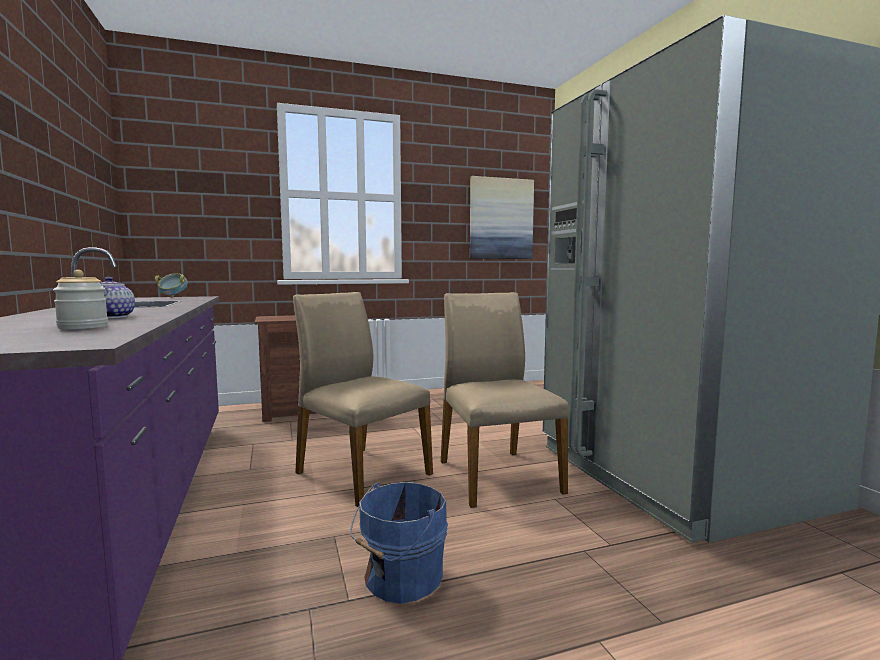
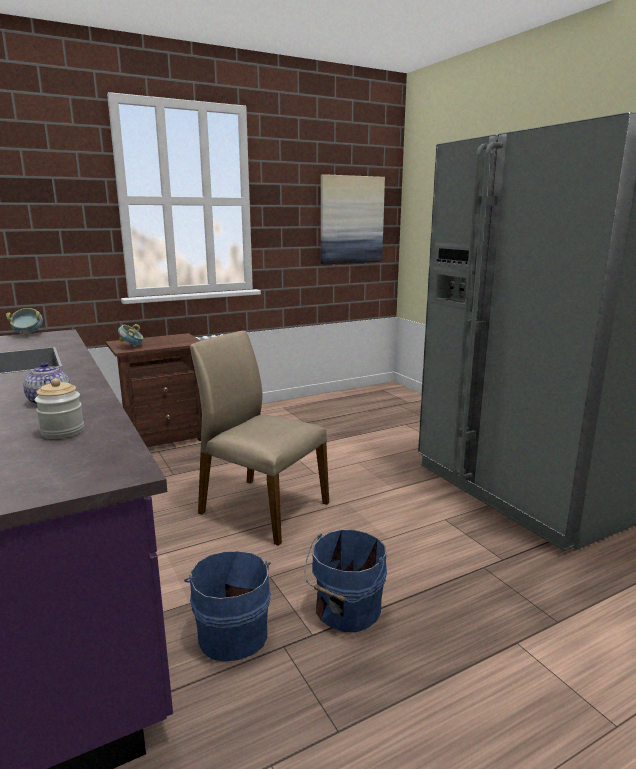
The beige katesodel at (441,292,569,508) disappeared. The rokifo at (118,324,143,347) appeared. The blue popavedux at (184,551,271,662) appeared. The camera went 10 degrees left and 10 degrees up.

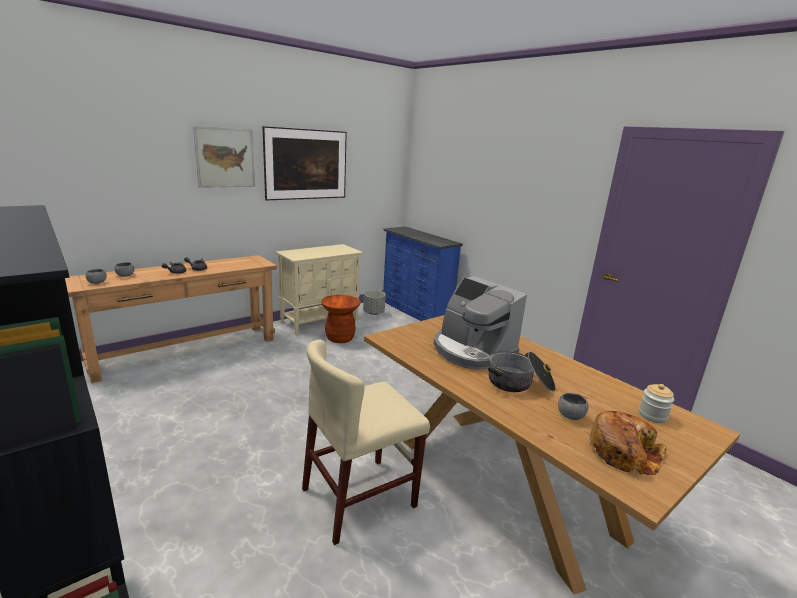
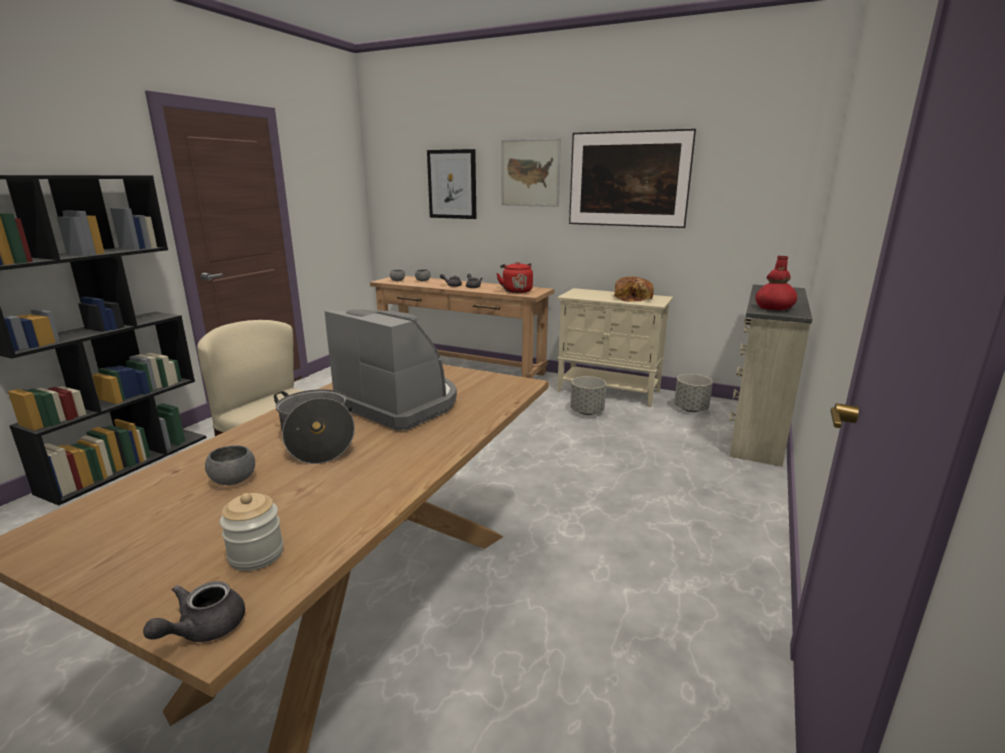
The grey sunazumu at (143,581,245,642) appeared. The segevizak at (427,149,476,219) appeared. The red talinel at (496,262,533,293) appeared. The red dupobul at (755,256,797,311) appeared. The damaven moved from (589,411,667,475) to (614,277,654,302). The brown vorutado at (321,295,361,343) was replaced by the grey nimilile at (570,376,606,415). The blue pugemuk at (383,227,463,321) became the beige pugemuk at (729,284,812,467). The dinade at (434,276,527,370) turned 105 degrees clockwise. The camera went 65 degrees right and 0 degrees up.

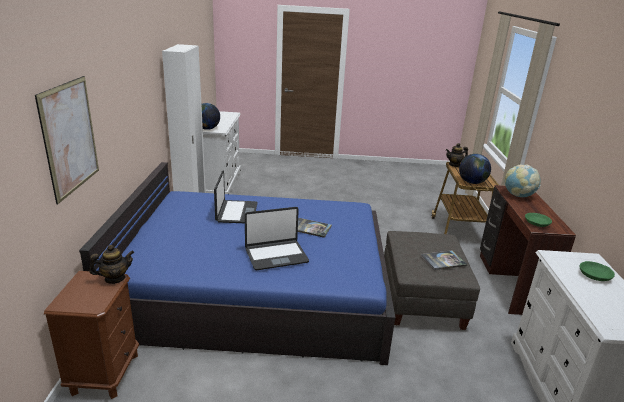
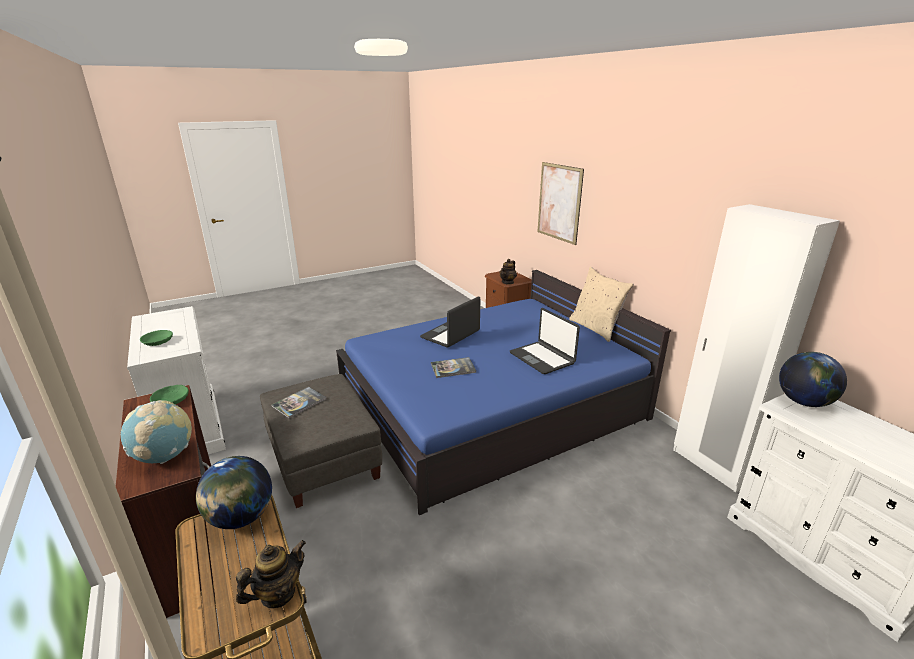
The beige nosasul at (569,267,634,342) appeared. The camera went 150 degrees right and 0 degrees up.

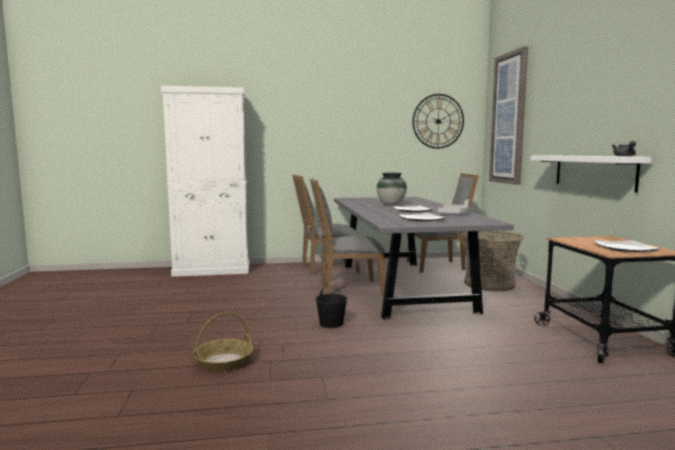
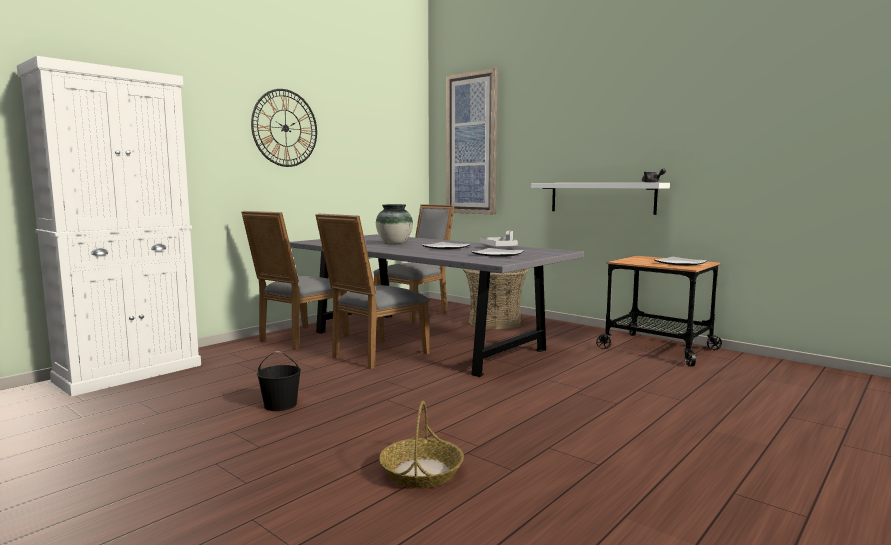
The black popavedux moved from (316,283,347,328) to (257,351,301,411). The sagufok moved from (413,94,464,149) to (251,89,317,167). The camera went 40 degrees left and 0 degrees up.

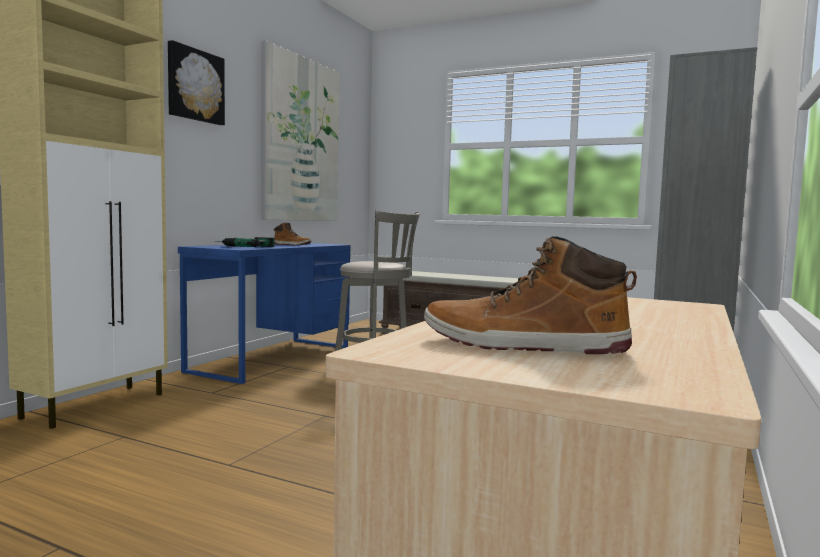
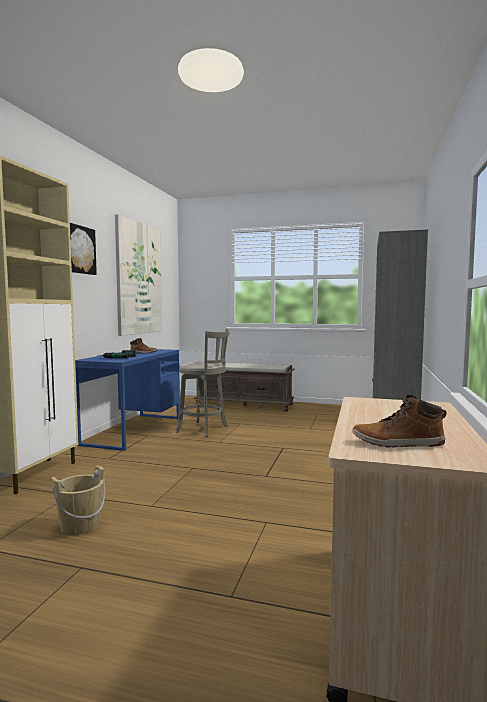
The beige popavedux at (52,465,105,535) appeared. The camera went 10 degrees left and 0 degrees up.

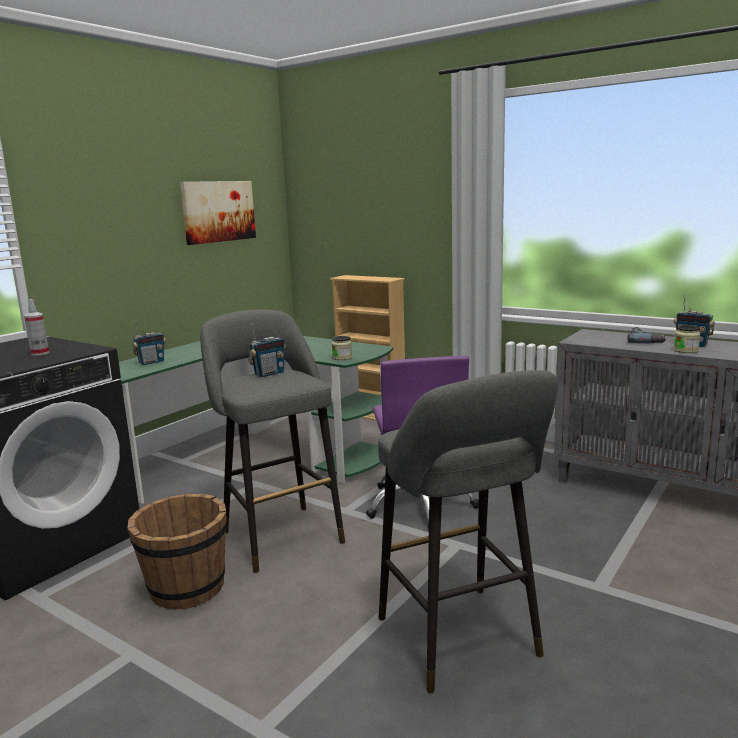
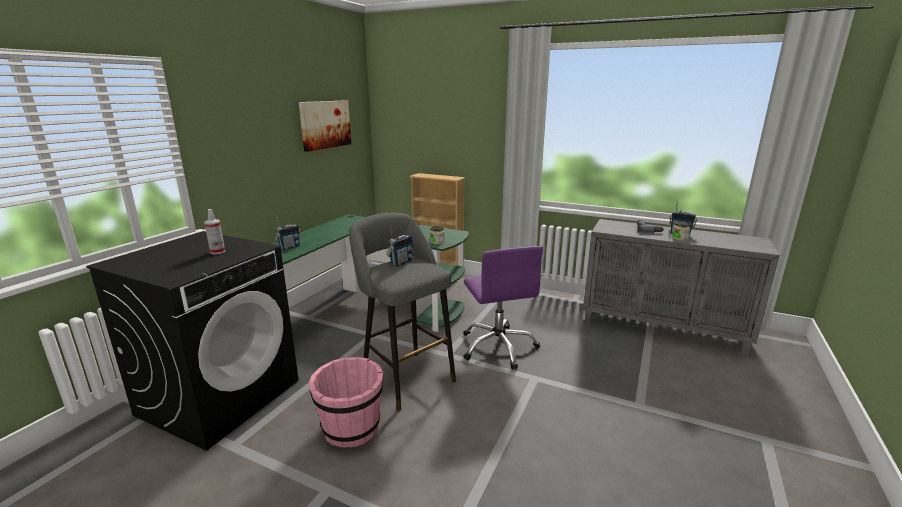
The grey vorutado at (378,370,558,693) disappeared. The brown popavedux at (127,494,227,610) became the pink popavedux at (308,357,383,448). The camera went 10 degrees left and 5 degrees up.

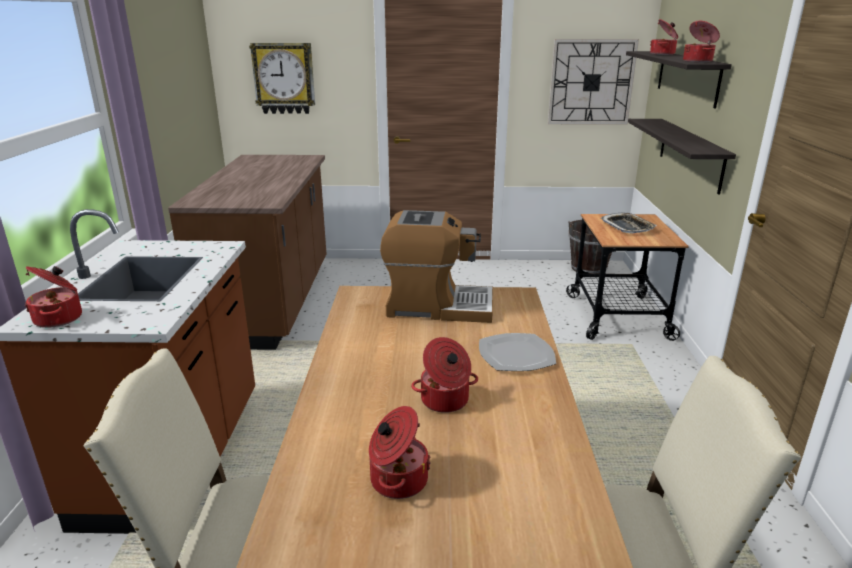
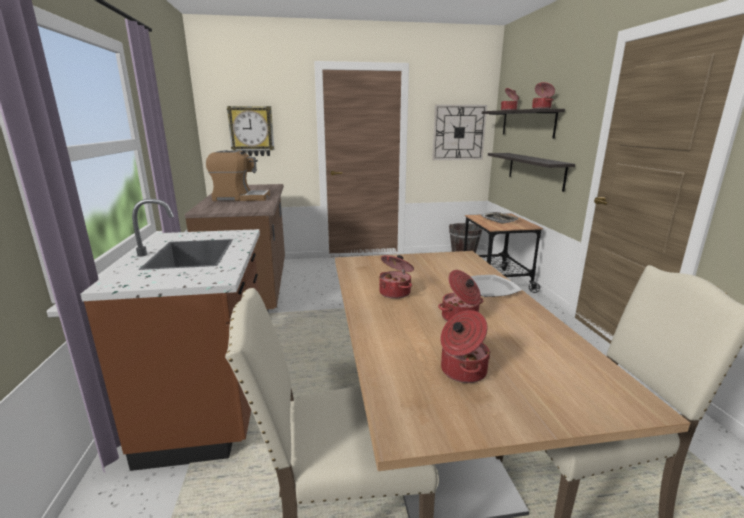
The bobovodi moved from (25,266,82,328) to (379,255,414,299). The dinade moved from (380,210,493,323) to (206,150,270,201). The camera went 10 degrees left and 5 degrees down.

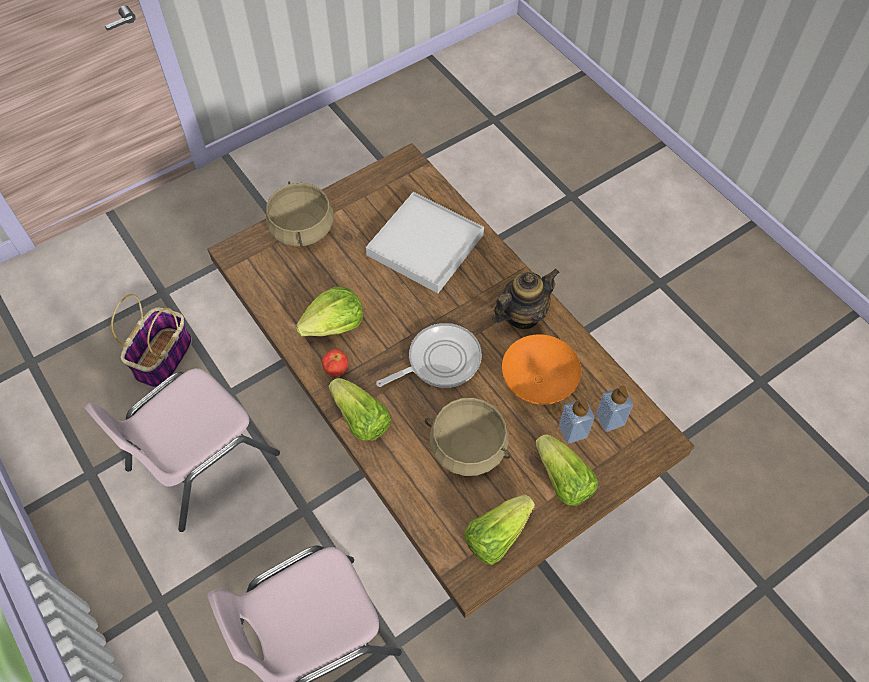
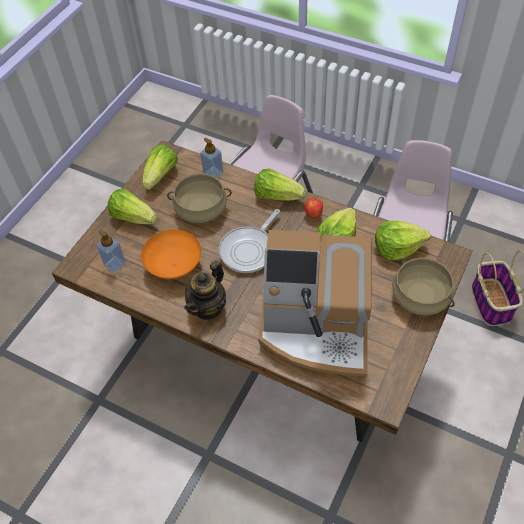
The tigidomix at (375,221,430,261) appeared. The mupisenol moved from (559,398,594,443) to (200,138,223,178). The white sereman at (366,192,484,293) was replaced by the dinade at (258,230,372,378). The camera went 155 degrees right and 5 degrees down.

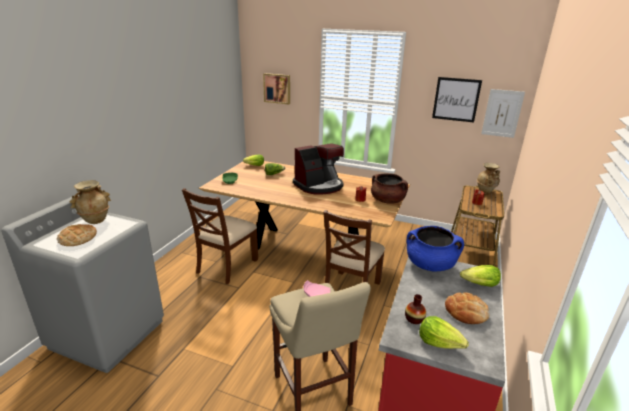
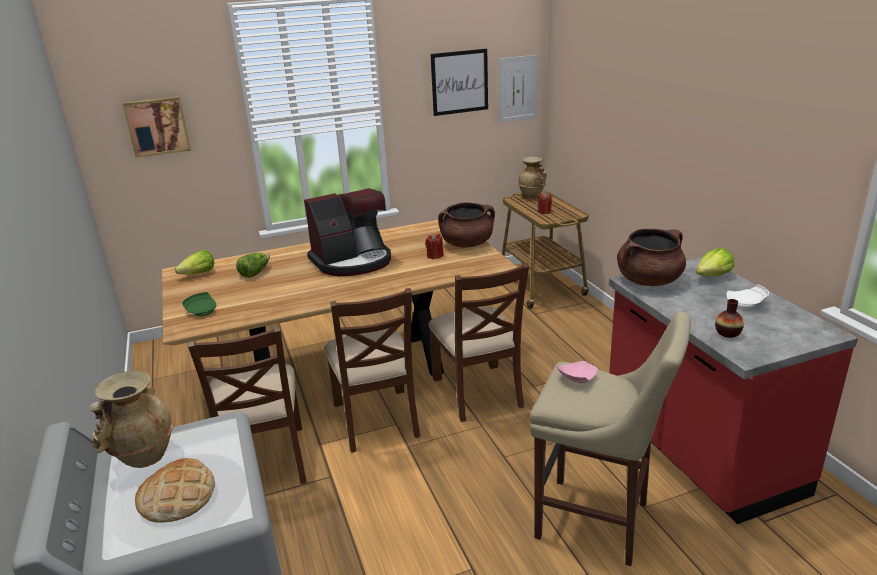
The tigidomix at (419,316,469,349) disappeared. The brown katesodel at (325,288,420,453) appeared. The damaven at (445,292,489,324) was replaced by the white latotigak at (727,285,769,308). The blue bobovodi at (407,226,464,272) became the brown bobovodi at (617,229,686,286). The dinade at (293,143,344,194) turned 45 degrees clockwise. The camera went 40 degrees left and 0 degrees up.

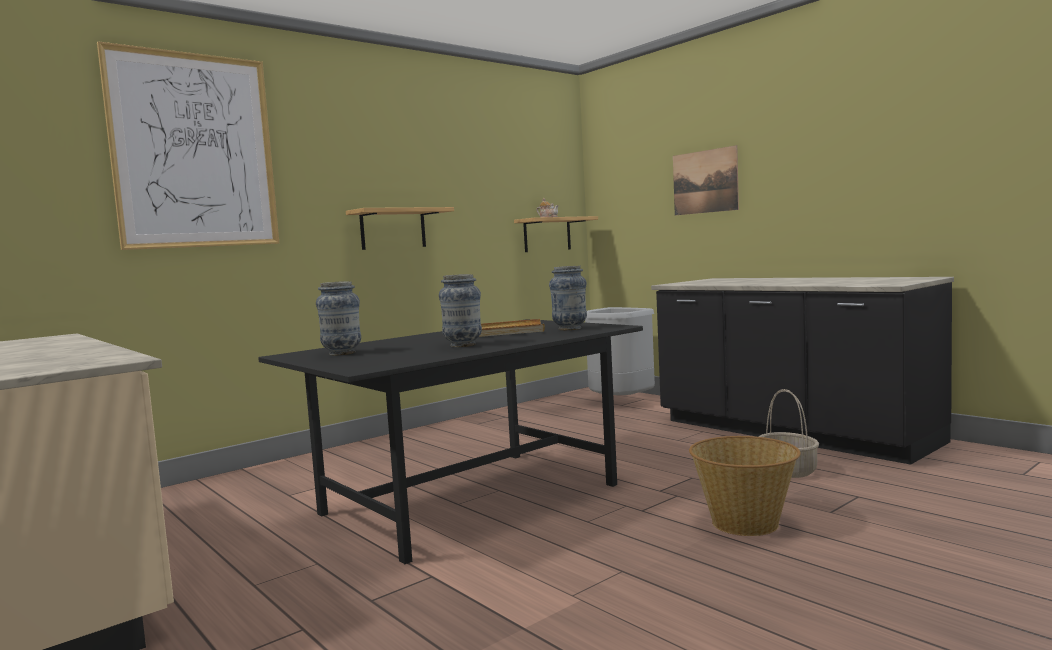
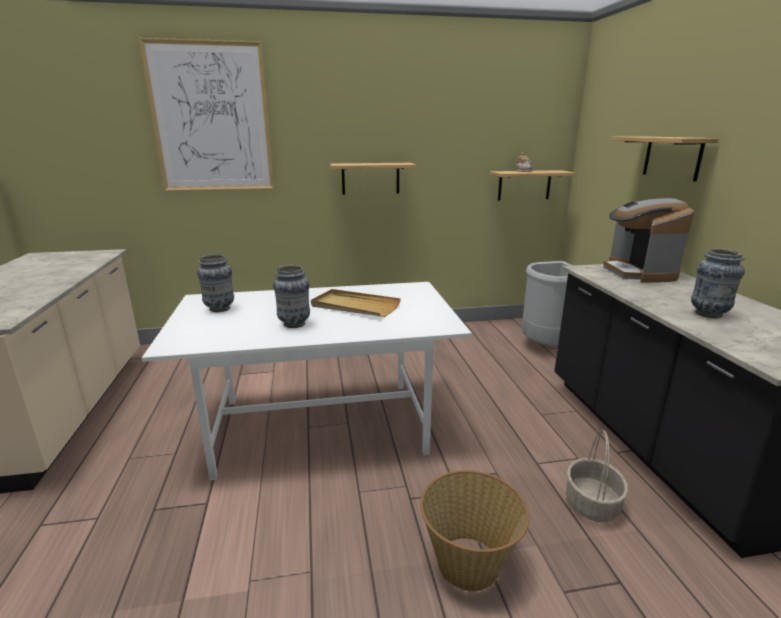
The dinade at (603,198,694,283) appeared. The dupobul moved from (549,266,587,330) to (691,249,745,318). The segevizak at (673,145,739,215) was replaced by the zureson at (610,136,719,182). The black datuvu at (258,319,643,564) became the white datuvu at (142,282,472,481). The camera went 30 degrees right and 15 degrees up.

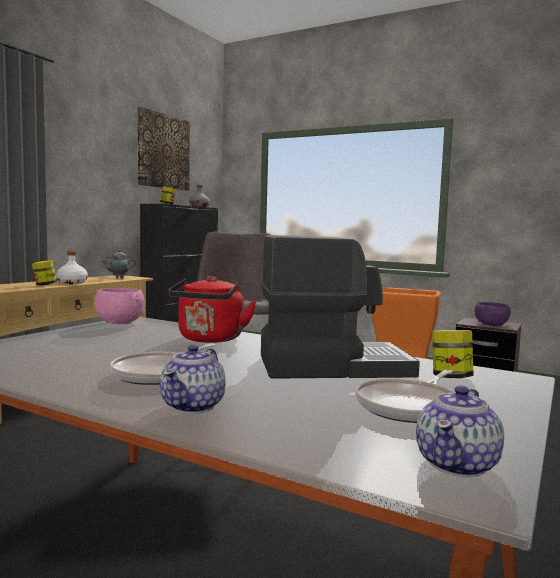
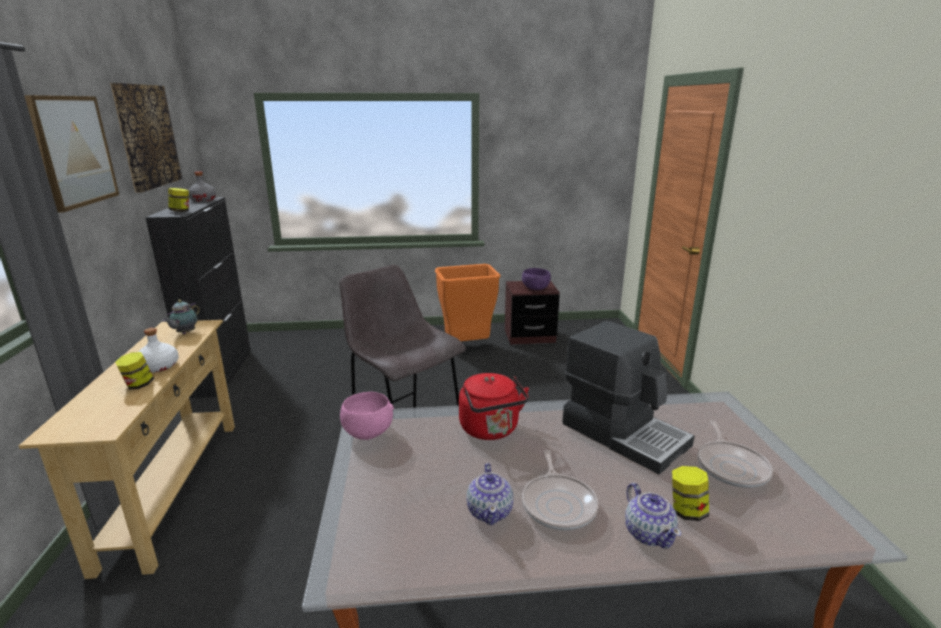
The segevizak at (24,95,119,213) appeared. The sunazumu moved from (416,386,504,477) to (466,463,514,525). The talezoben moved from (432,330,474,378) to (672,466,709,521). The dinade at (261,235,420,379) turned 90 degrees clockwise. The camera went 35 degrees left and 15 degrees up.

